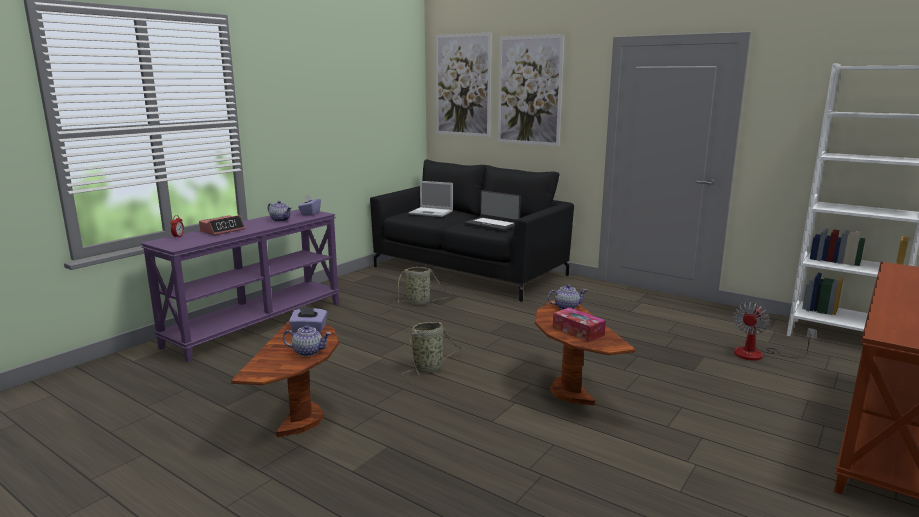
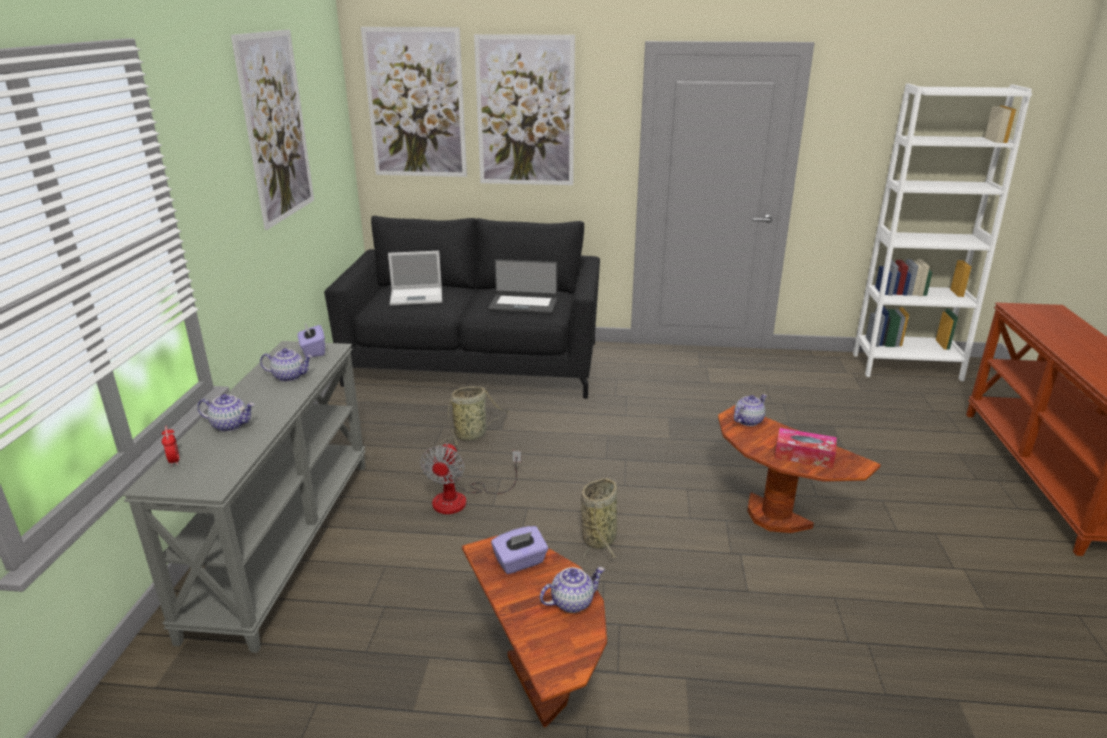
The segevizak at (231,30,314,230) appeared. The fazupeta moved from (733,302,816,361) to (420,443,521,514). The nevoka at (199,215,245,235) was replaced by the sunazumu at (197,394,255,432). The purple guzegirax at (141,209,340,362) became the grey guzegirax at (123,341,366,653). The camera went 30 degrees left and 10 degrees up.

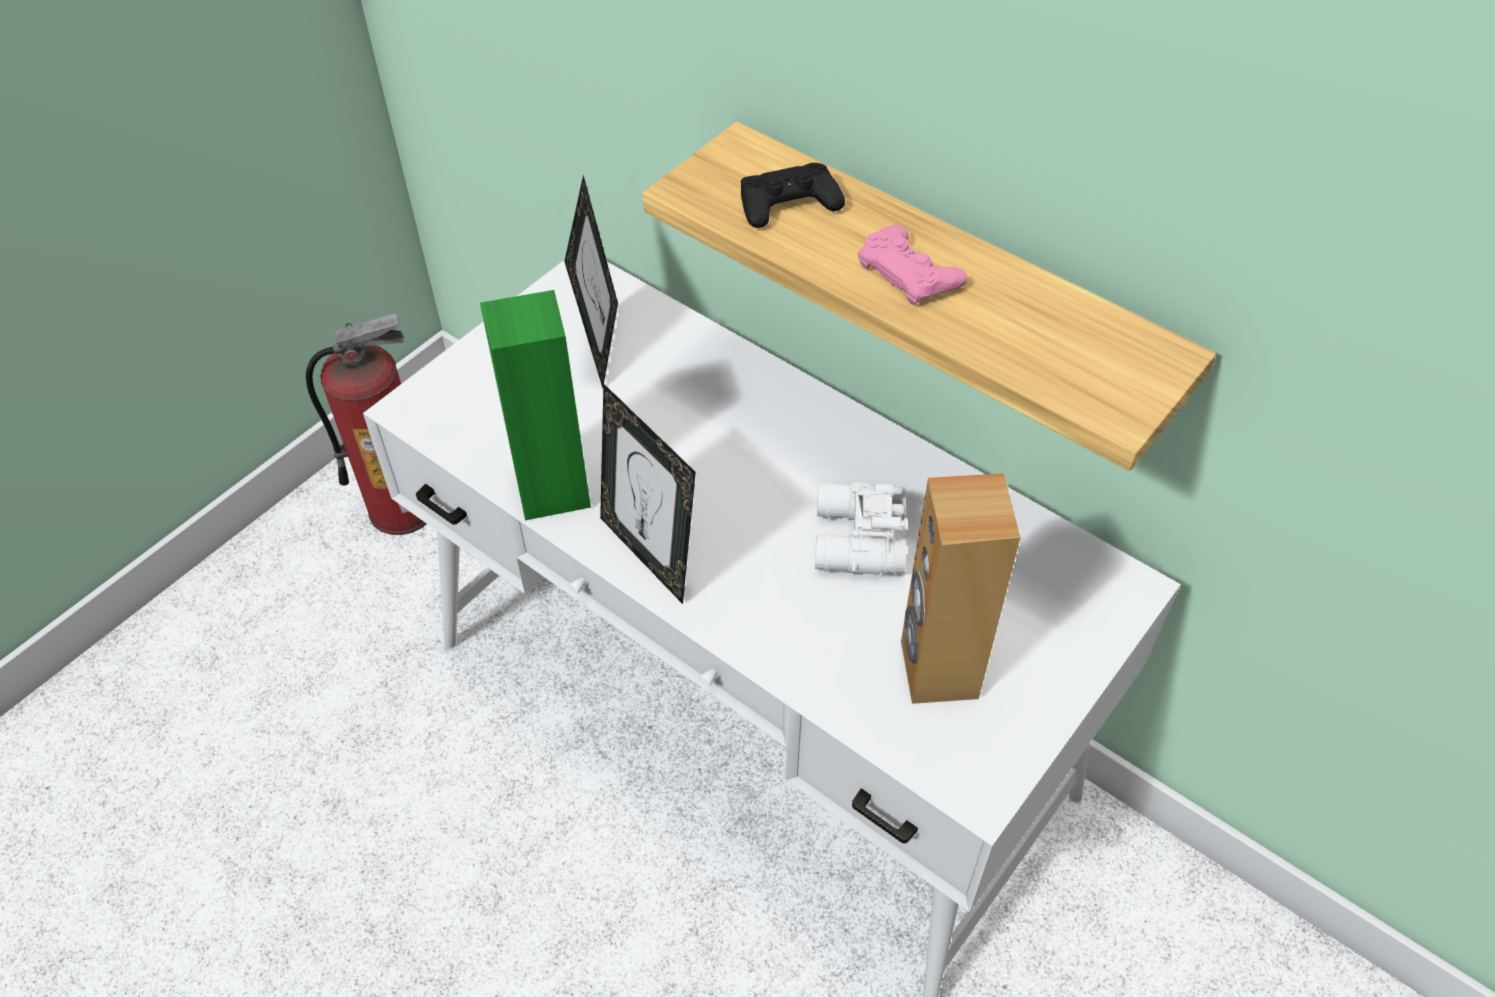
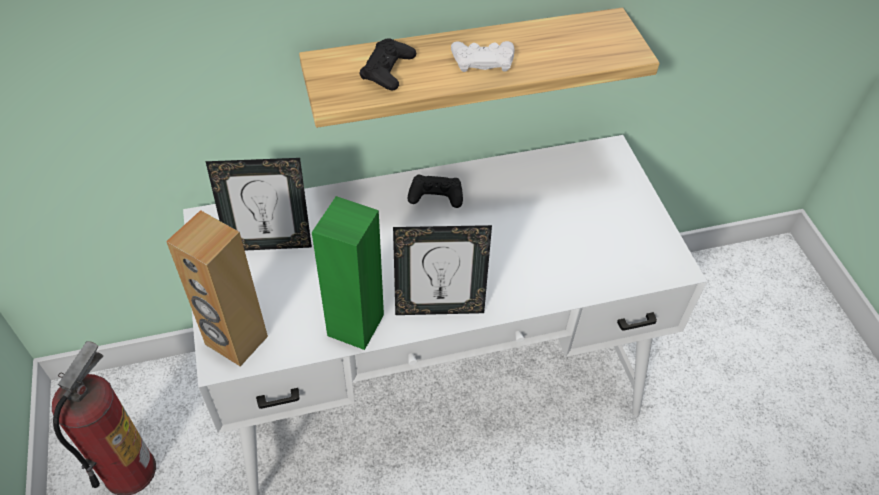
The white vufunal at (815,478,907,575) disappeared. The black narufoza at (408,175,463,208) appeared. The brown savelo moved from (901,473,1021,704) to (166,210,268,366). The pink narufoza at (857,225,968,305) became the white narufoza at (451,41,514,72). The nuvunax at (564,175,618,388) turned 135 degrees clockwise. The camera went 55 degrees left and 0 degrees up.

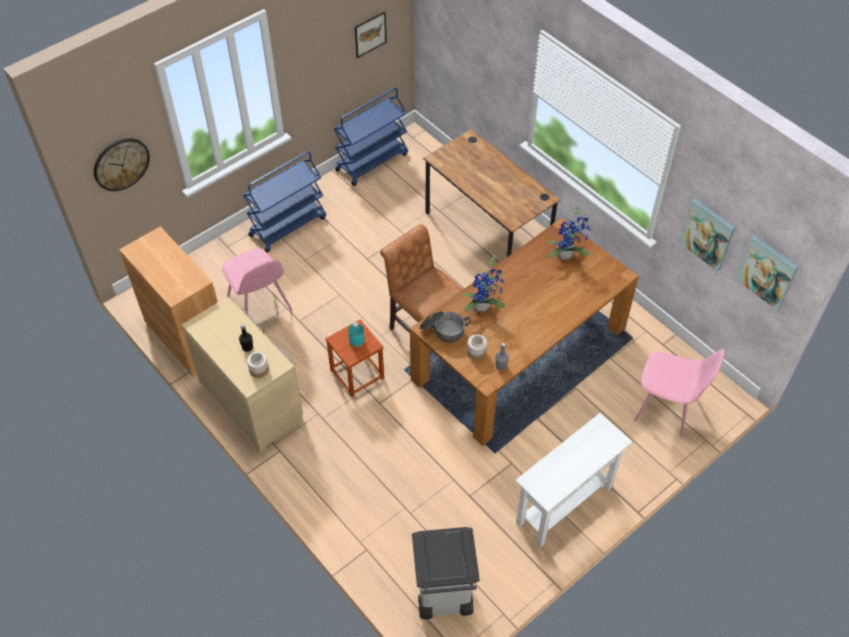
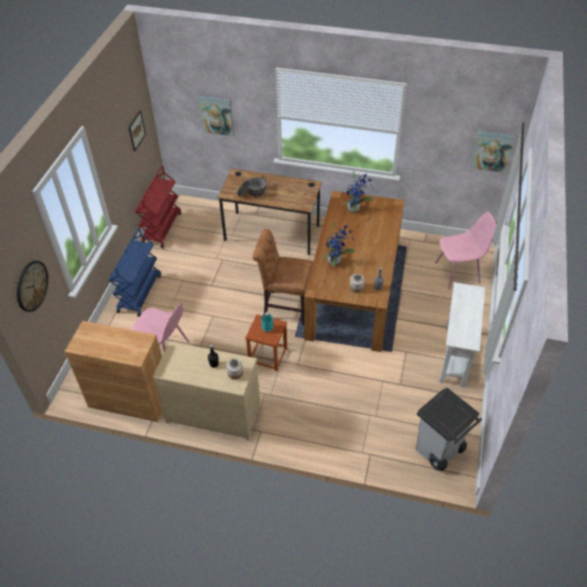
The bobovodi moved from (420,311,471,343) to (237,176,266,197). The segevizak moved from (679,198,735,272) to (198,96,234,136). The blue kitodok at (334,87,408,186) became the red kitodok at (135,166,181,248). The camera went 35 degrees left and 5 degrees down.

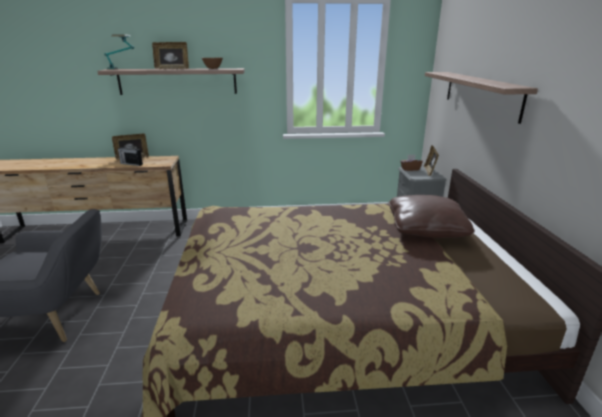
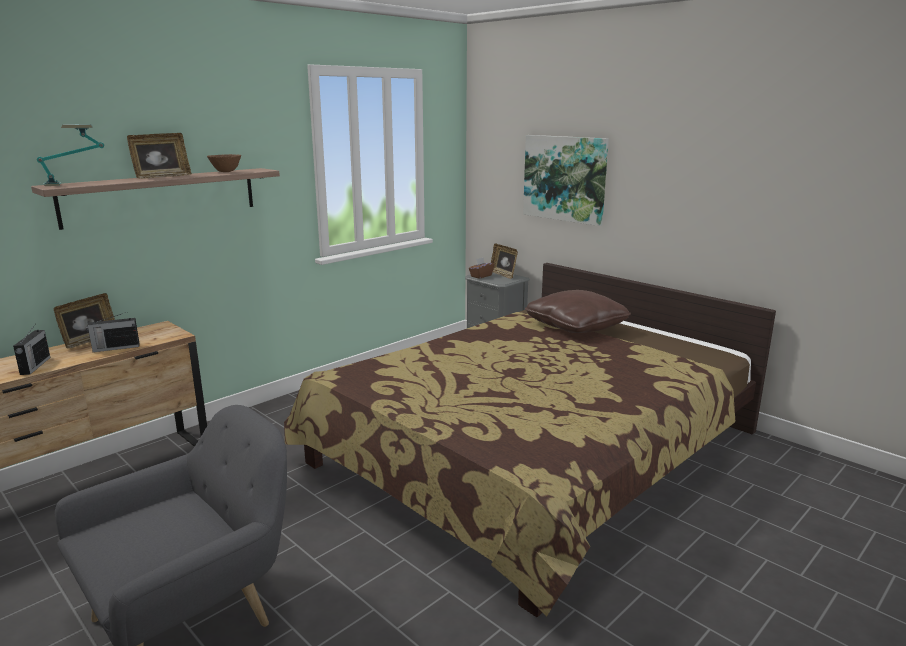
The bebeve at (13,325,50,375) appeared. The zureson at (425,72,538,124) was replaced by the segevizak at (523,135,609,226). The camera went 40 degrees left and 5 degrees down.

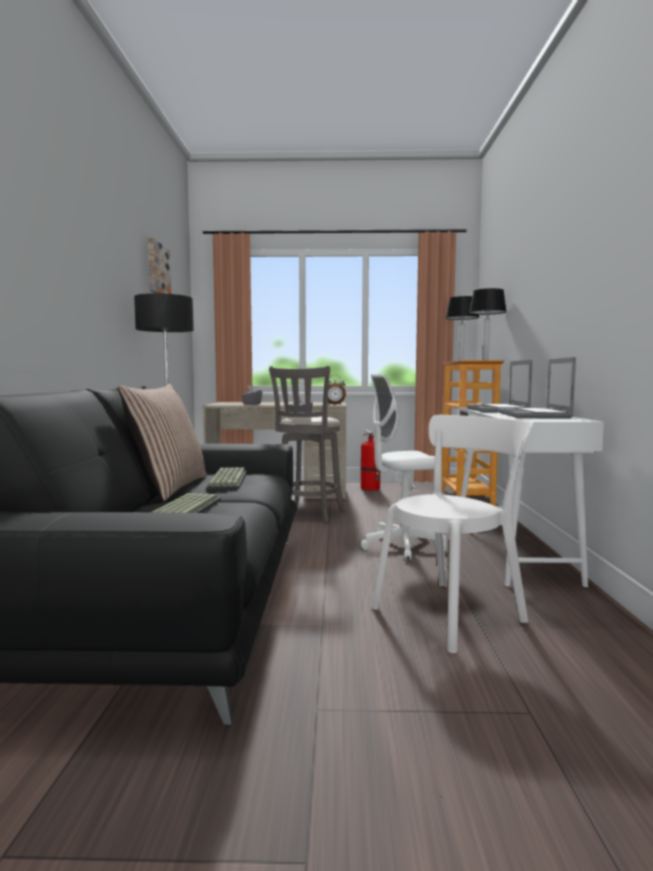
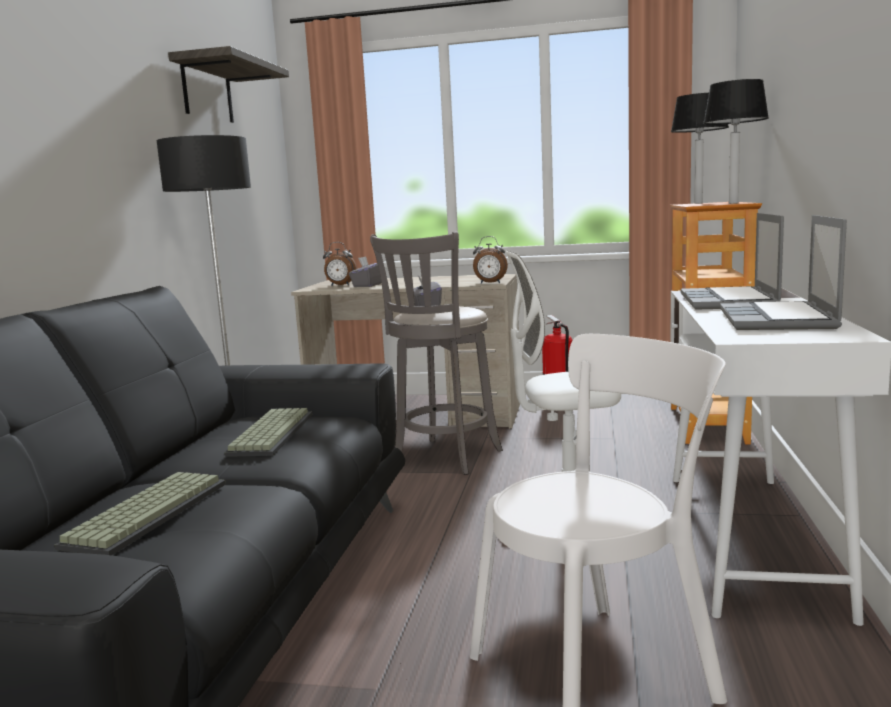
The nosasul at (118,384,207,501) disappeared. The nevoka at (323,242,357,286) appeared. The segevizak at (148,238,171,294) was replaced by the zureson at (168,46,289,123). The camera went 10 degrees right and 5 degrees up.

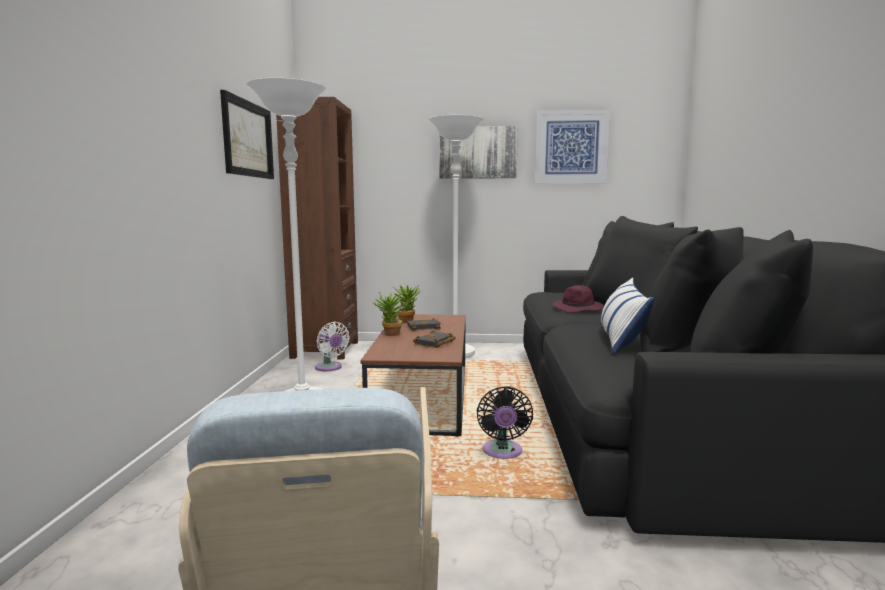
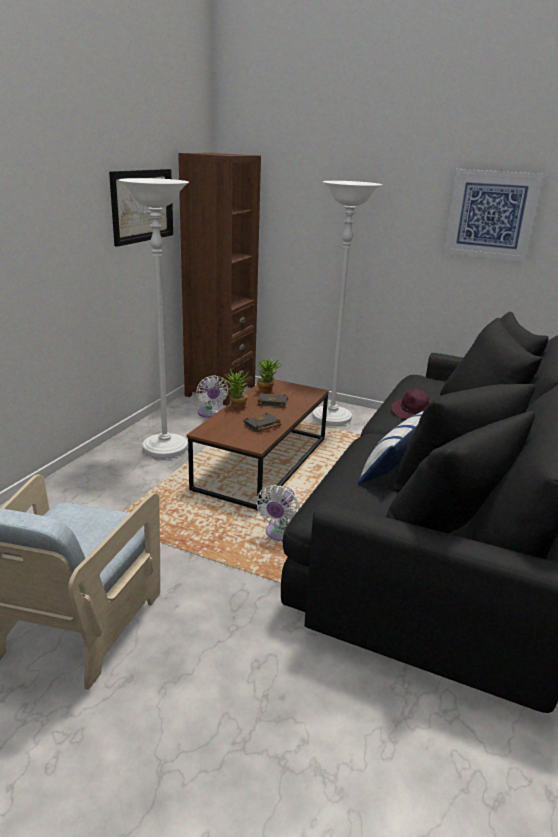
The segevizak at (439,126,518,179) disappeared. The black fazupeta at (477,386,533,459) became the white fazupeta at (256,485,300,541). The camera went 20 degrees right and 15 degrees up.

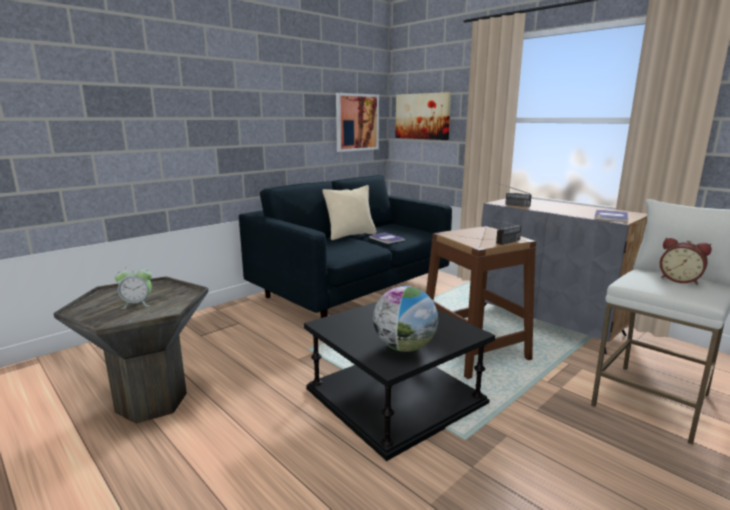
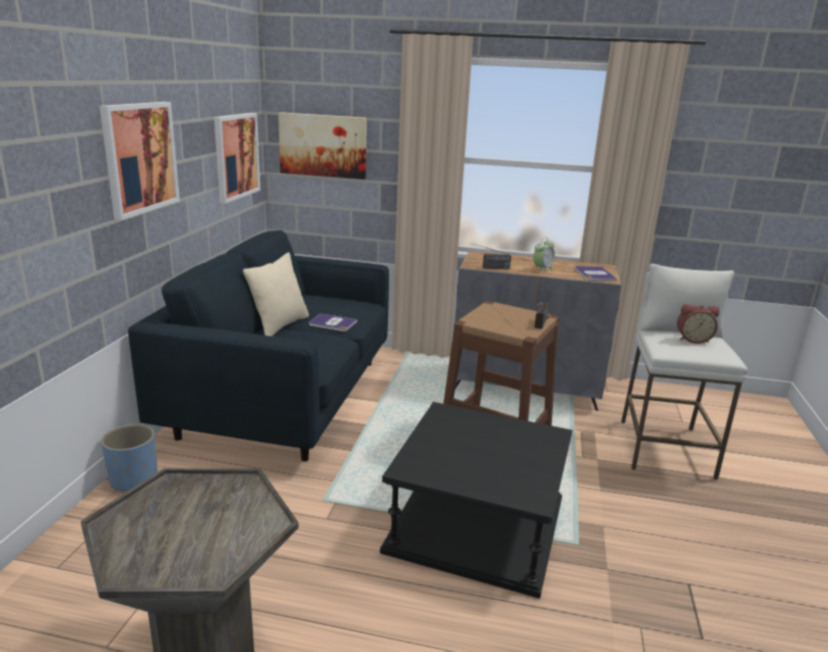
The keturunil at (373,286,438,352) disappeared. The segevizak at (100,102,180,220) appeared. The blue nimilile at (101,424,158,491) appeared. The nevoka moved from (115,264,152,309) to (533,237,555,273). The camera went 35 degrees left and 5 degrees up.

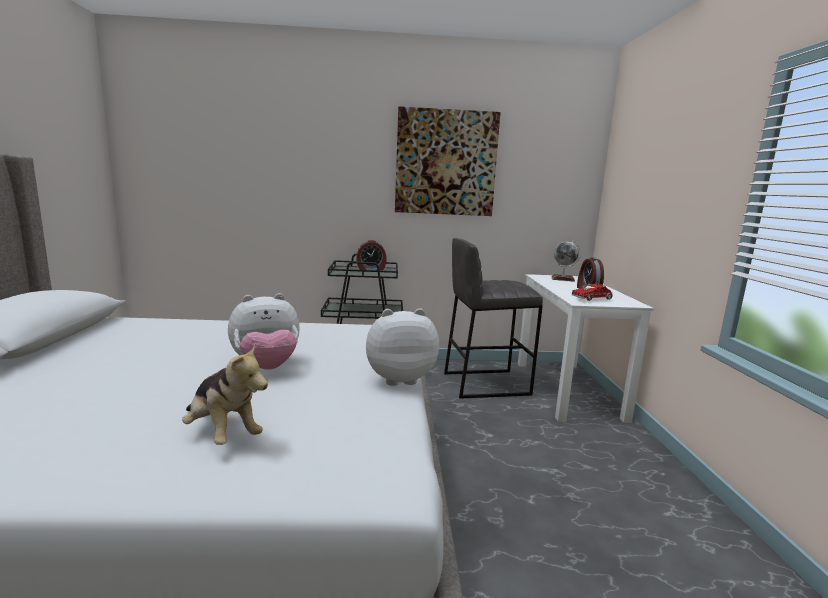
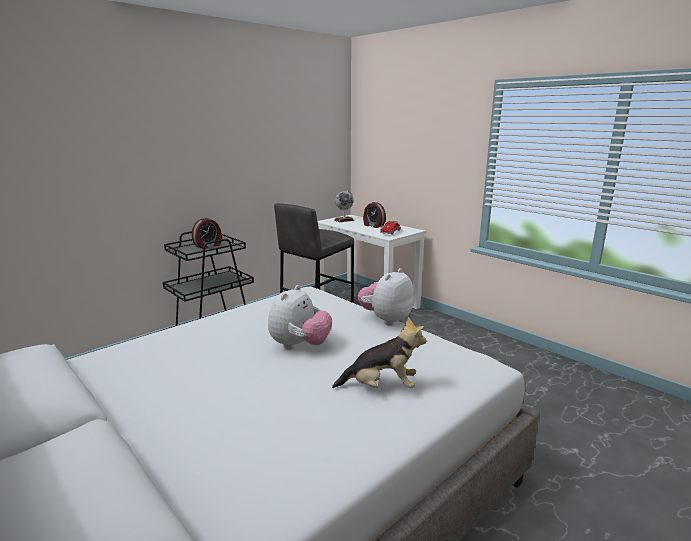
The segevizak at (395,106,501,216) disappeared. The camera went 40 degrees left and 5 degrees up.

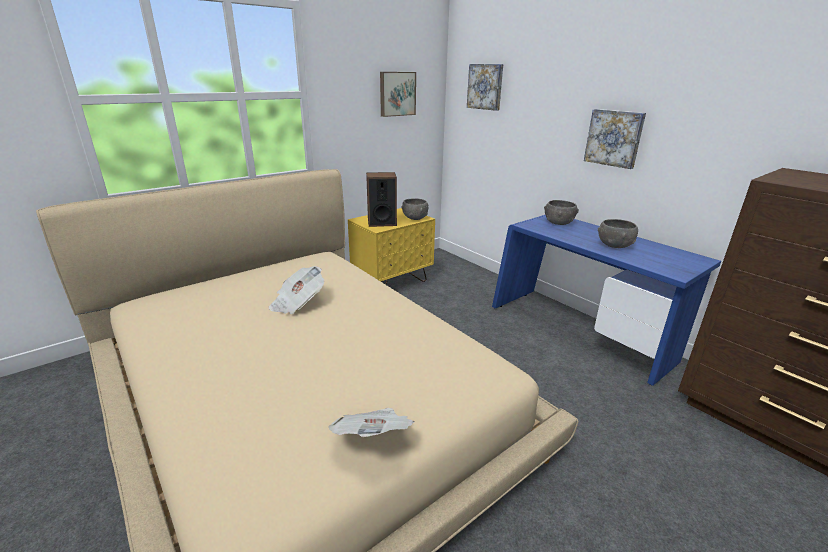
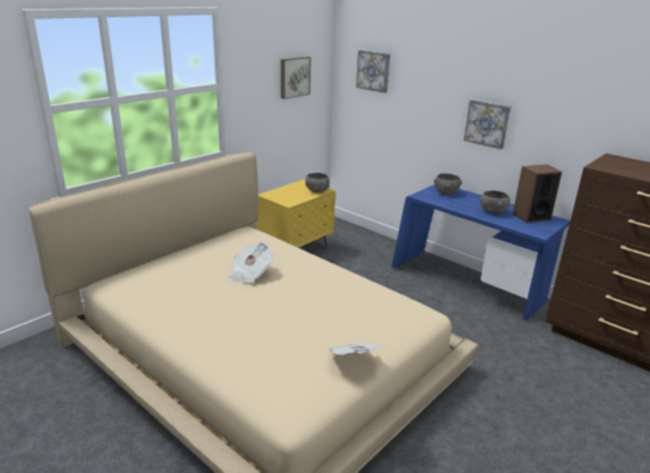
The savelo moved from (366,172,397,227) to (513,165,562,223). The camera went 10 degrees left and 0 degrees up.

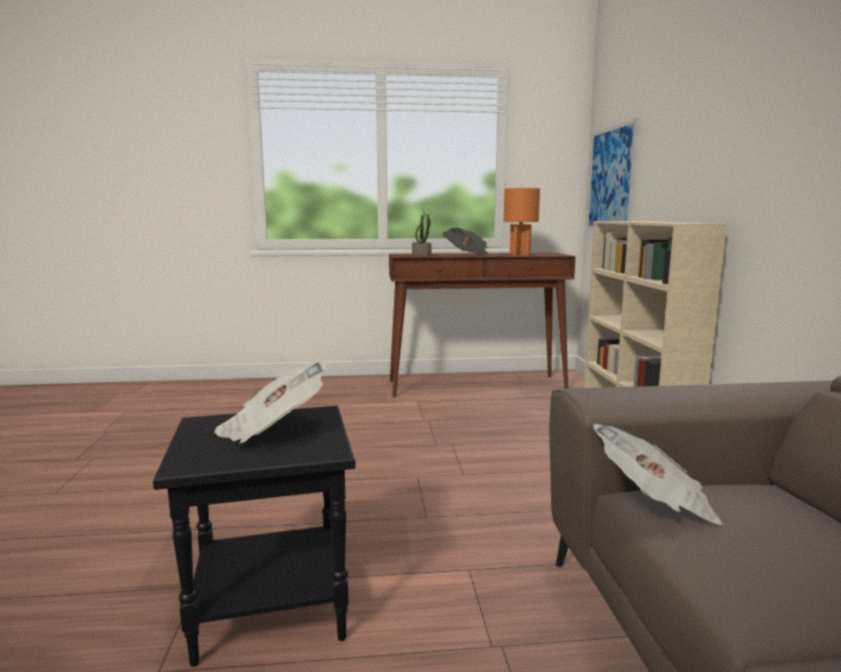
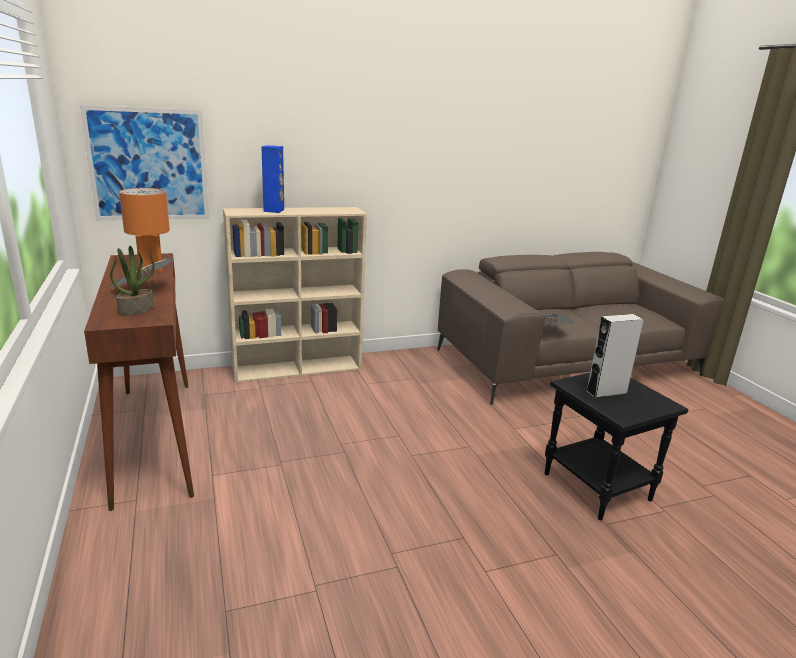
The blue savelo at (261,145,284,213) appeared. The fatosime at (214,362,328,443) was replaced by the grey savelo at (586,314,644,398). The camera went 105 degrees left and 10 degrees up.

